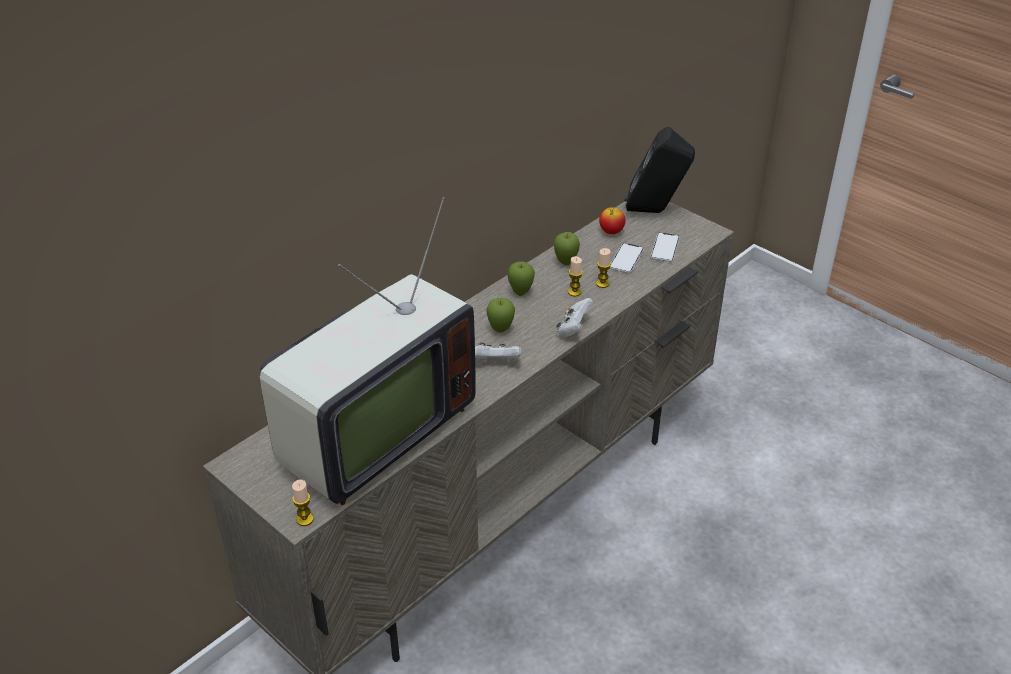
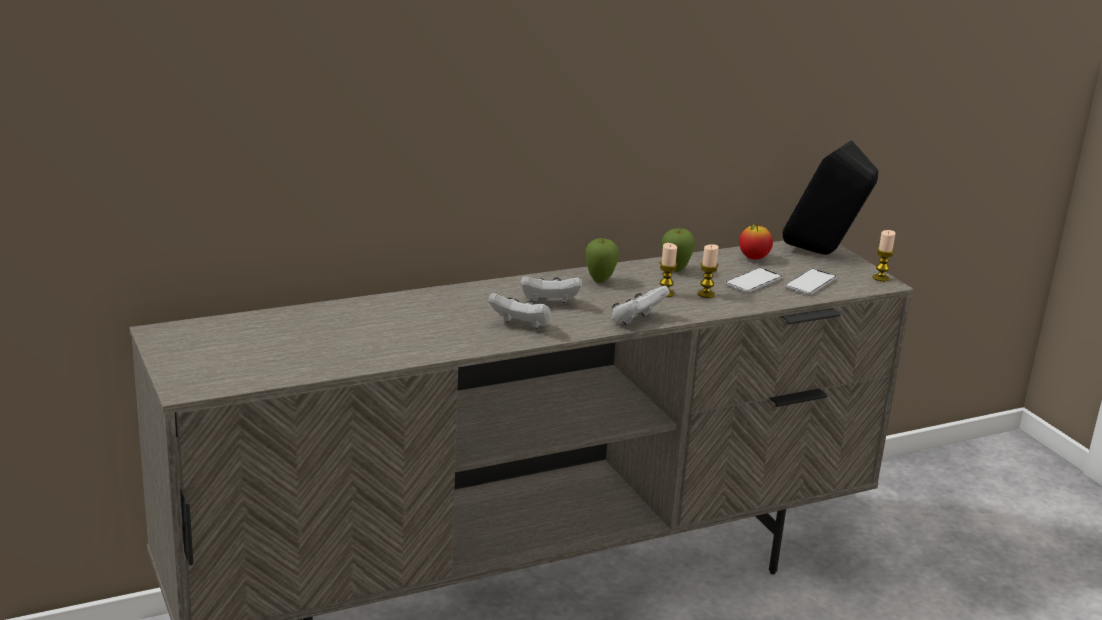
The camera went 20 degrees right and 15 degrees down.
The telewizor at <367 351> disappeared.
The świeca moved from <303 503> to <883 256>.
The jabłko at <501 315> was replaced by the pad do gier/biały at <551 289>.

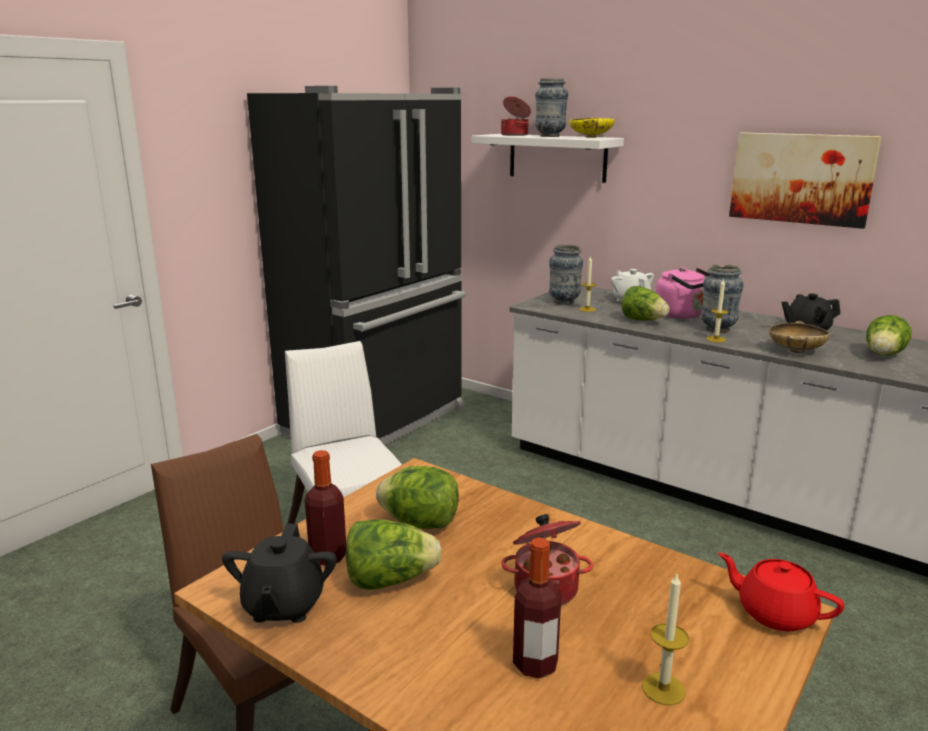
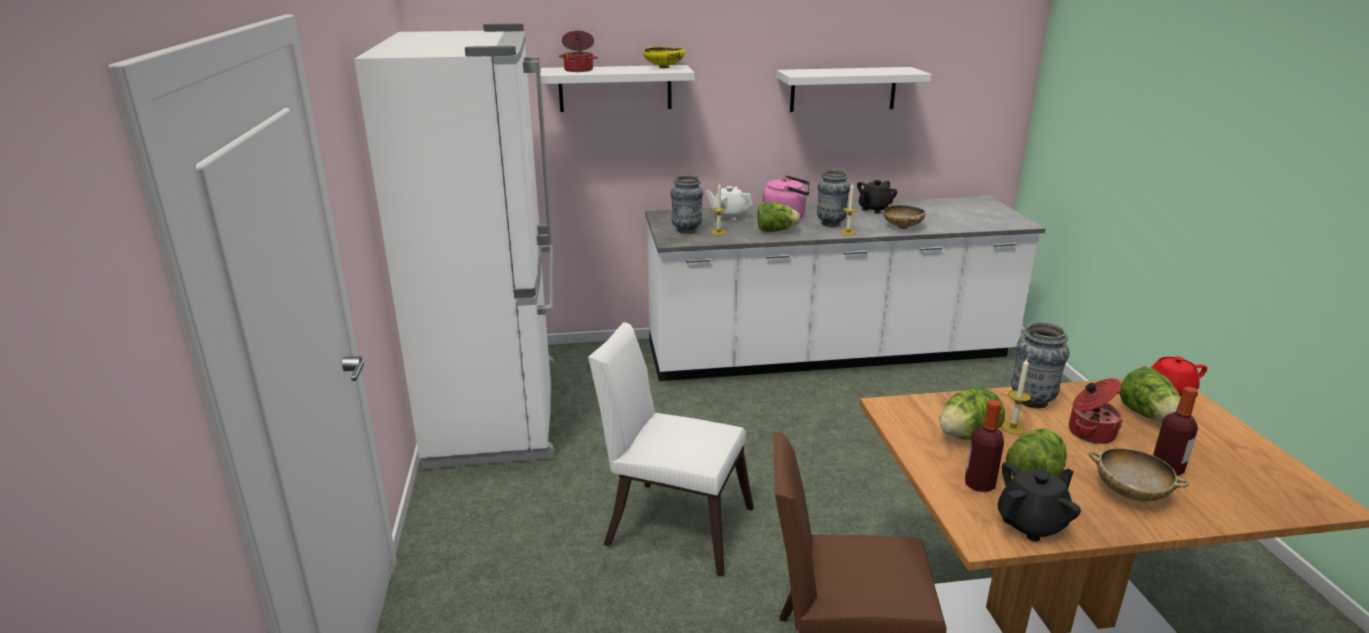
The camera went 45 degrees left and 5 degrees up.
The miska/beżowy at <1139 474> appeared.
The wazon moved from <551 107> to <1040 365>.
The świeca moved from <665 638> to <1016 397>.
The sałata moved from <889 335> to <1150 394>.
The obraz at <805 180> was replaced by the półka/biały at <854 89>.
The lodówka/czarny at <356 265> became the lodówka/biały at <454 246>.
The imbryk/czarny at <279 573> turned 75 degrees counterclockwise.

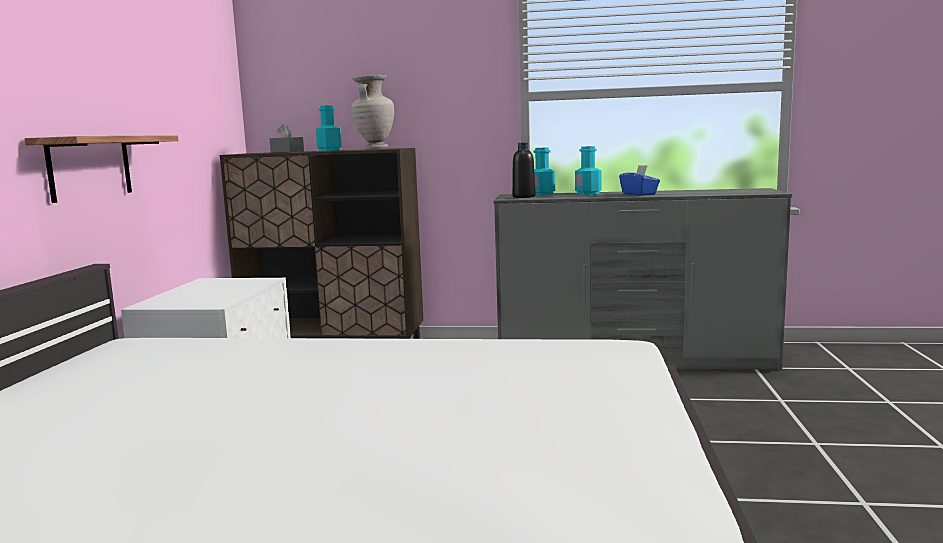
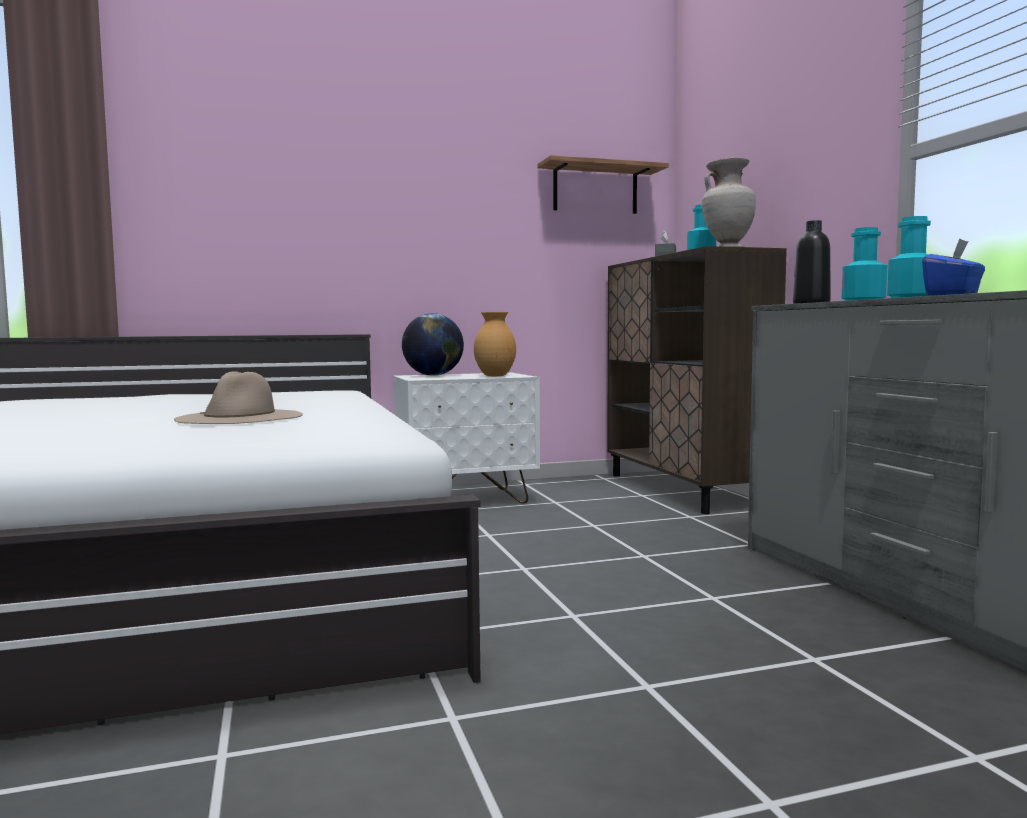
The camera went 65 degrees right and 5 degrees down.
The kapelusz/beżowy at <238 397> appeared.
The globus at <433 344> appeared.
The wazon/brązowy at <495 344> appeared.
The półka moved from <101 169> to <603 184>.

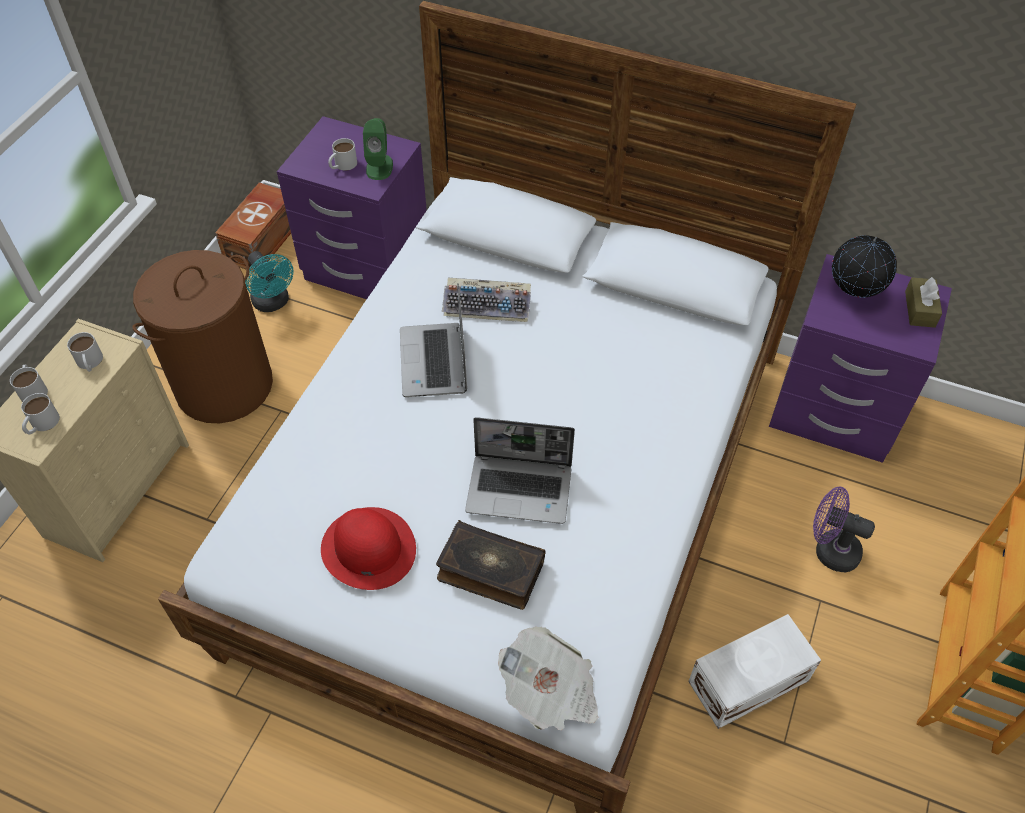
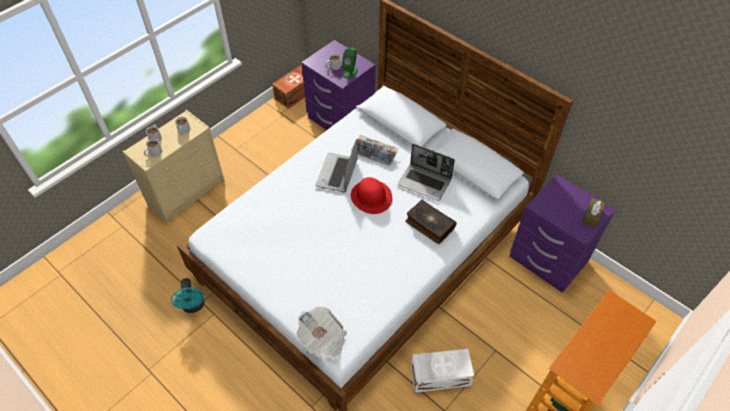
The camera went 20 degrees right and 0 degrees up.
The kosz na pranie/brązowy at <202 336> disappeared.
The wentylator/fioletowy at <844 529> disappeared.
The globus at <864 266> disappeared.
The wentylator/turkusowy moved from <269 281> to <188 295>.
The kapelusz/czerwony moved from <368 548> to <371 195>.
The książka moved from <490 565> to <431 221>.
The laptop moved from <520 470> to <426 172>.

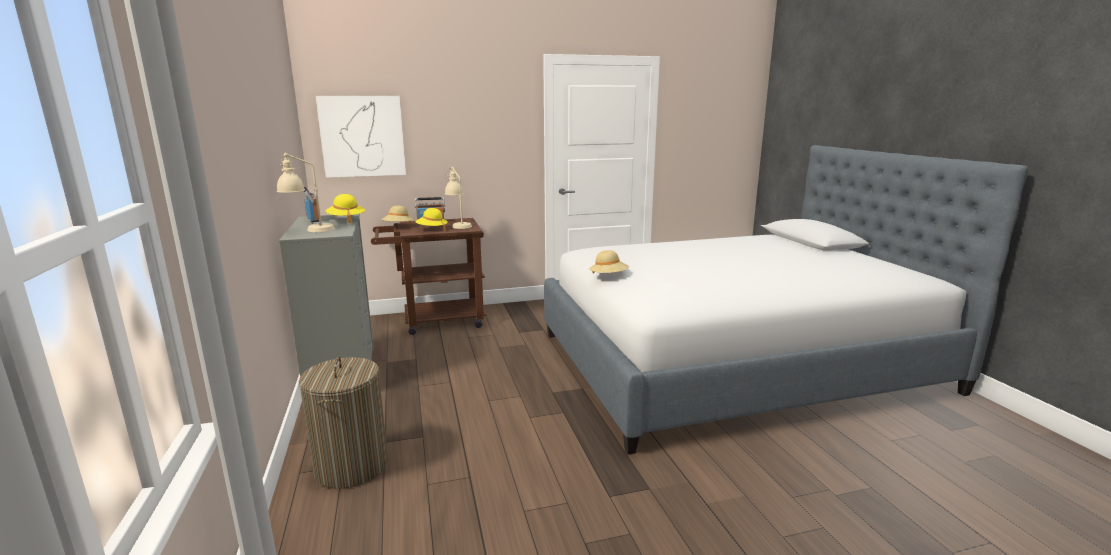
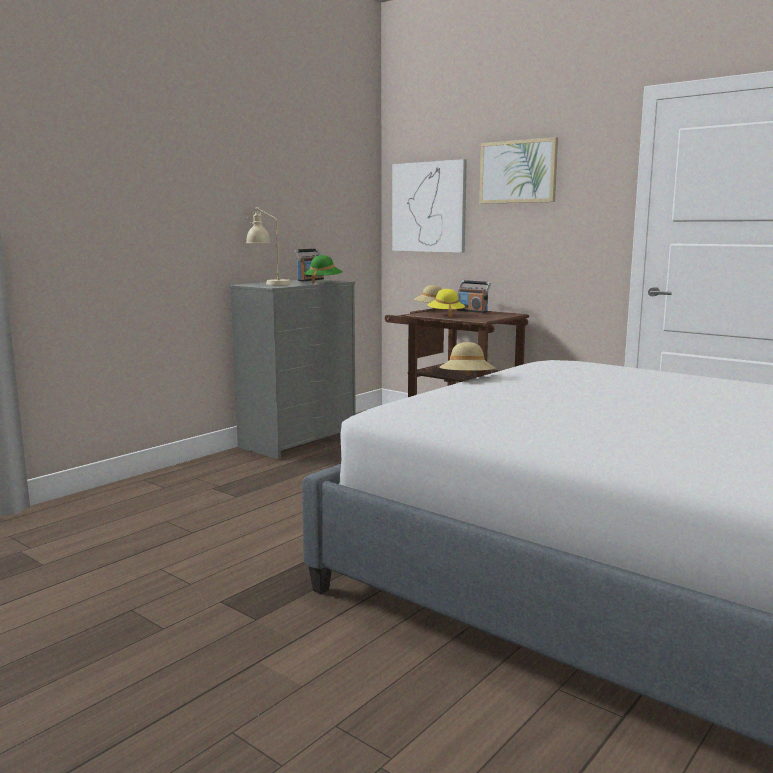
The camera went 55 degrees right and 5 degrees down.
The kosz na pranie at <343 423> disappeared.
The lampa stołowa/beżowy at <458 198> disappeared.
The obraz at <518 170> appeared.
The kapelusz/żółty at <345 208> became the kapelusz/zielony at <323 269>.

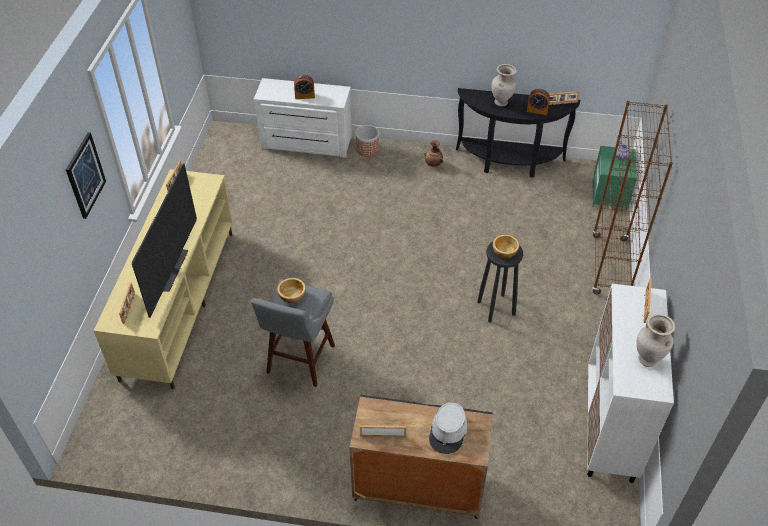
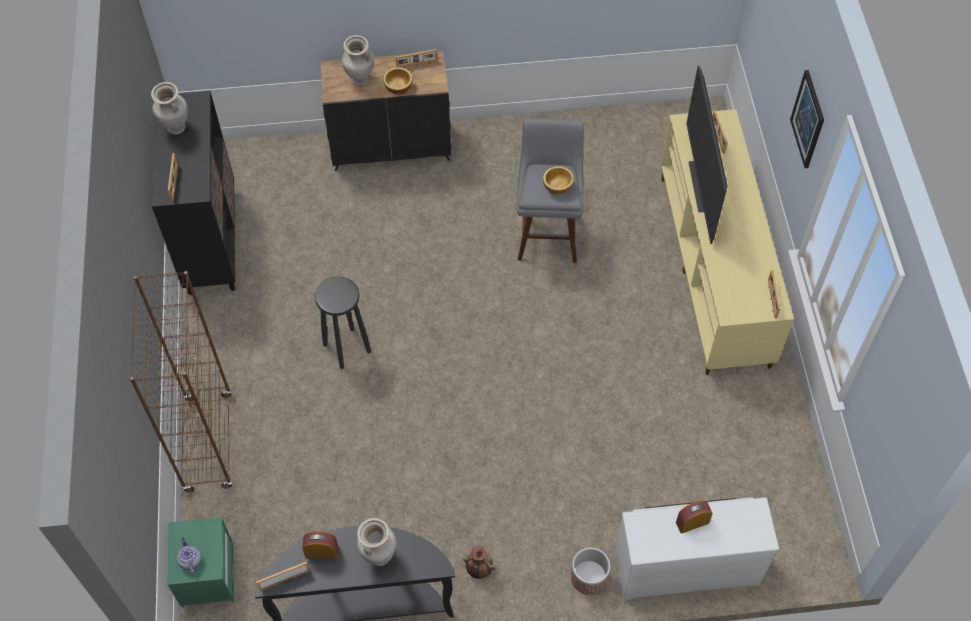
The camera went 165 degrees right and 10 degrees up.
The miska moved from <506 246> to <397 81>.
The kapelusz/szary at <448 428> was replaced by the wazon/beżowy at <358 60>.
The szafka/biały at <630 383> became the szafka/czarny at <193 193>.

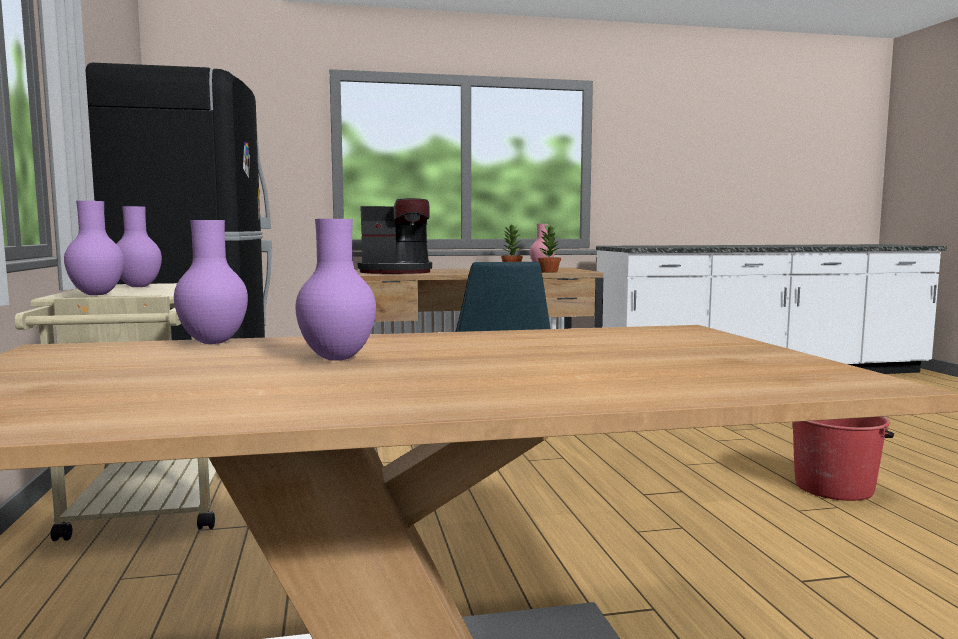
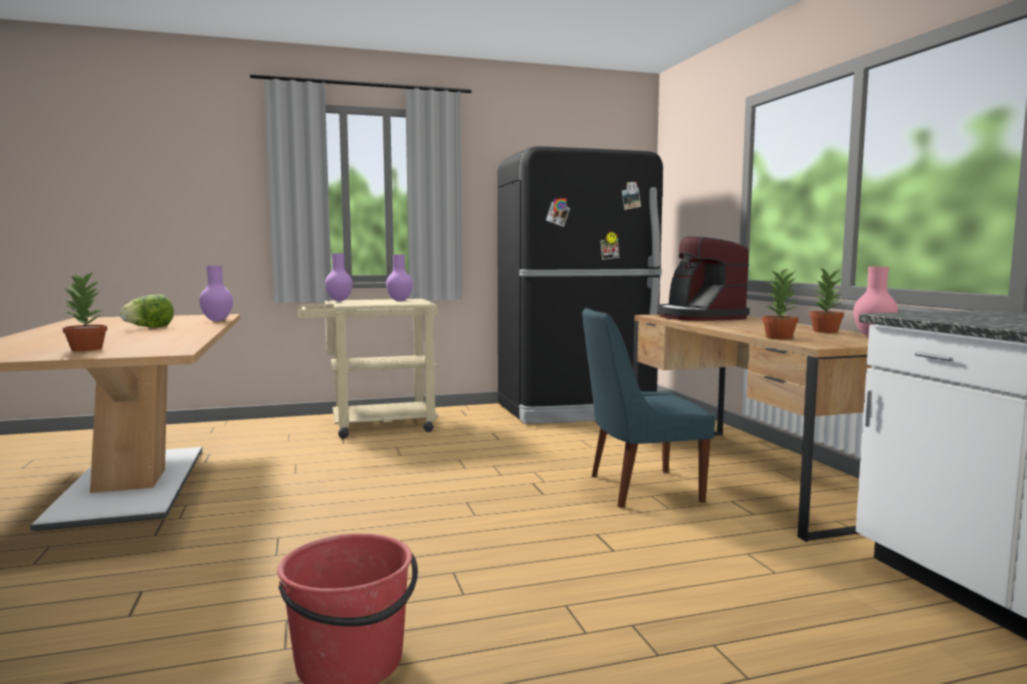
The camera went 85 degrees right and 0 degrees up.
The roślina doniczkowa at <84 311> appeared.
The wazon/fioletowy at <335 290> was replaced by the sałata at <147 310>.

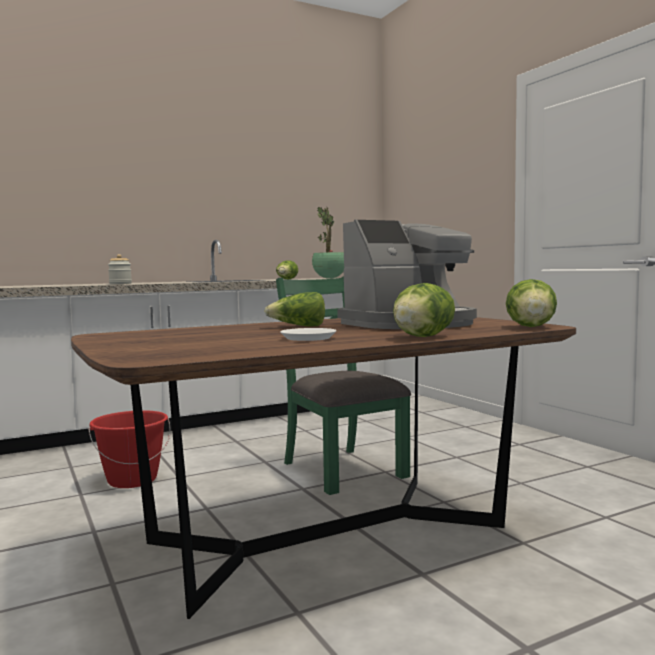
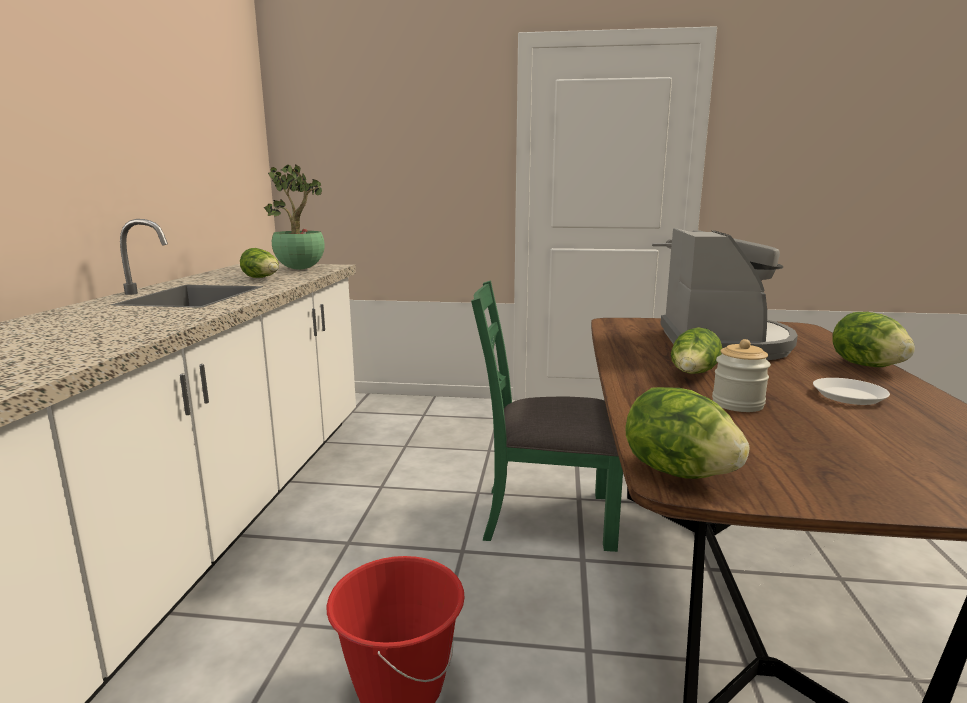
The camera went 55 degrees left and 10 degrees up.
The słoik moved from <120 269> to <741 375>.
The sałata moved from <531 303> to <687 433>.

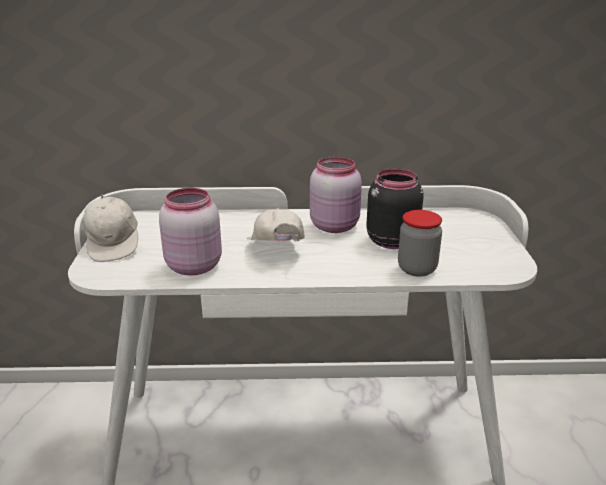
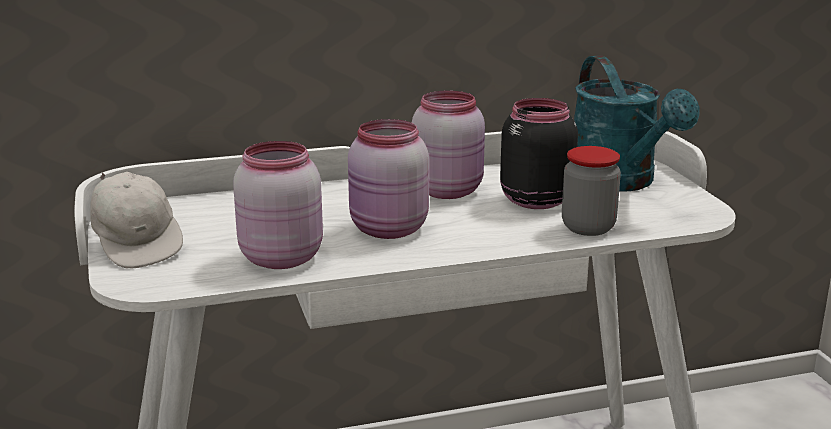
The camera went 15 degrees left and 5 degrees down.
The konewka/turkusowy at <637 123> appeared.
The czapka z daszkiem/biały at <275 225> was replaced by the słoik/różowy at <388 179>.

